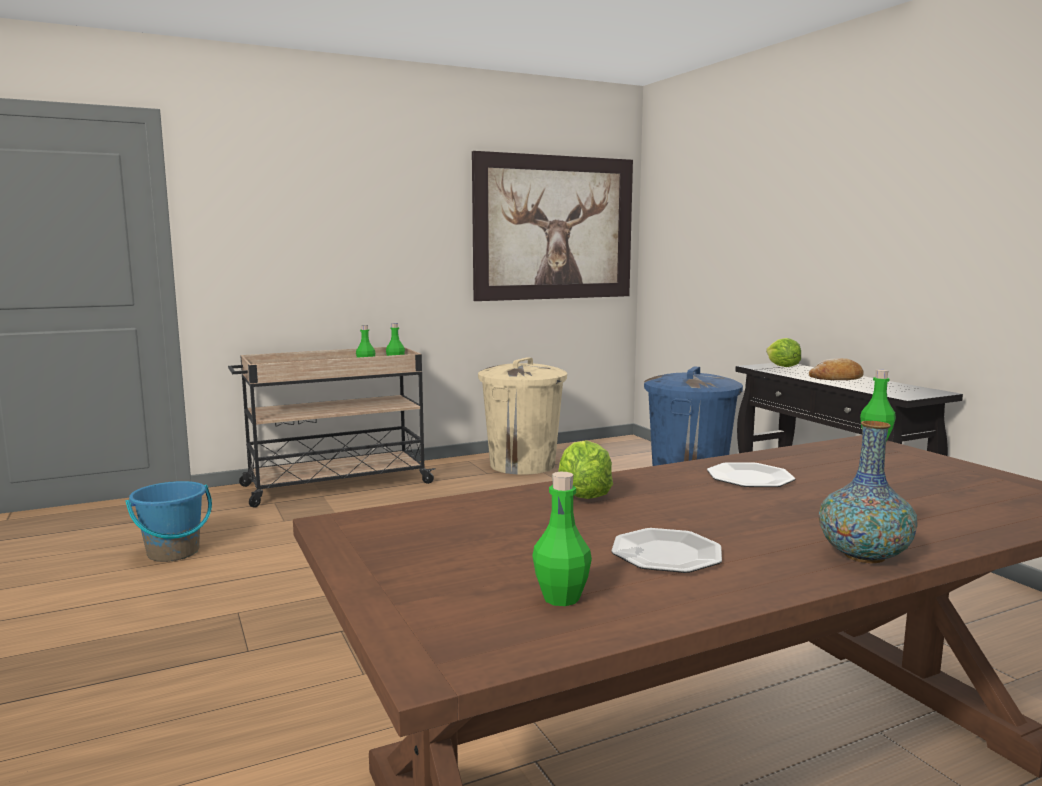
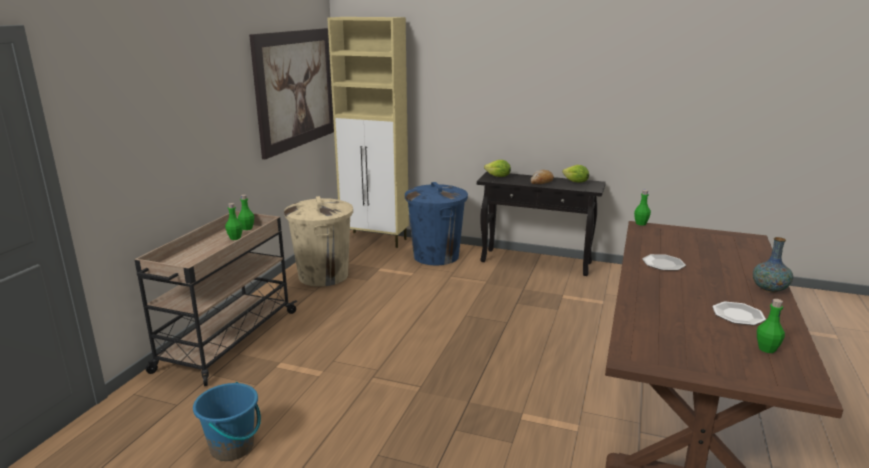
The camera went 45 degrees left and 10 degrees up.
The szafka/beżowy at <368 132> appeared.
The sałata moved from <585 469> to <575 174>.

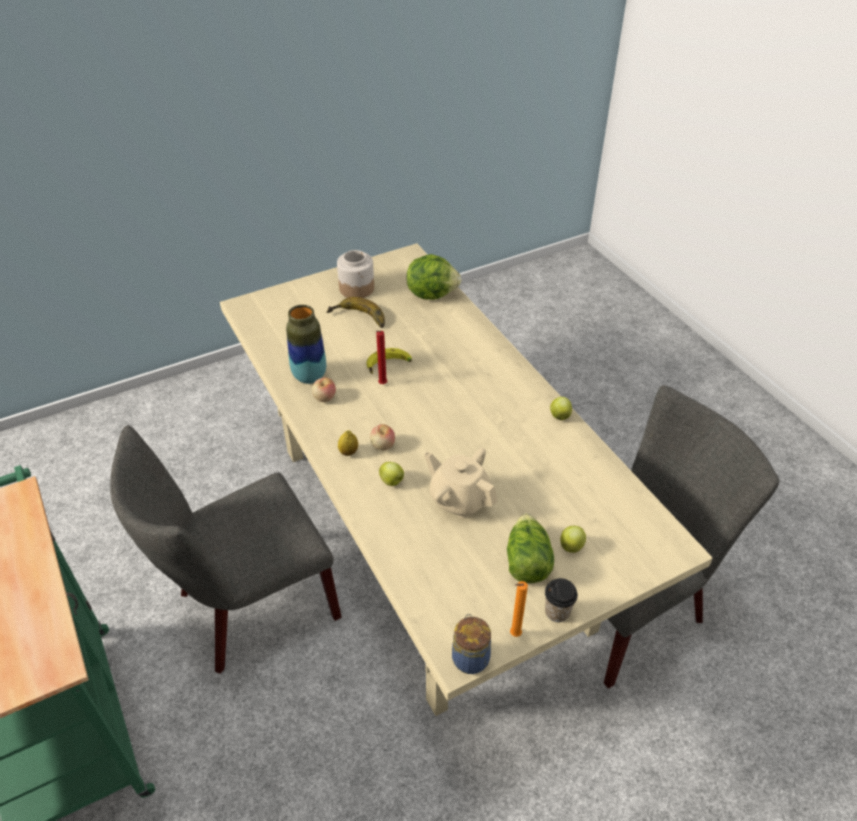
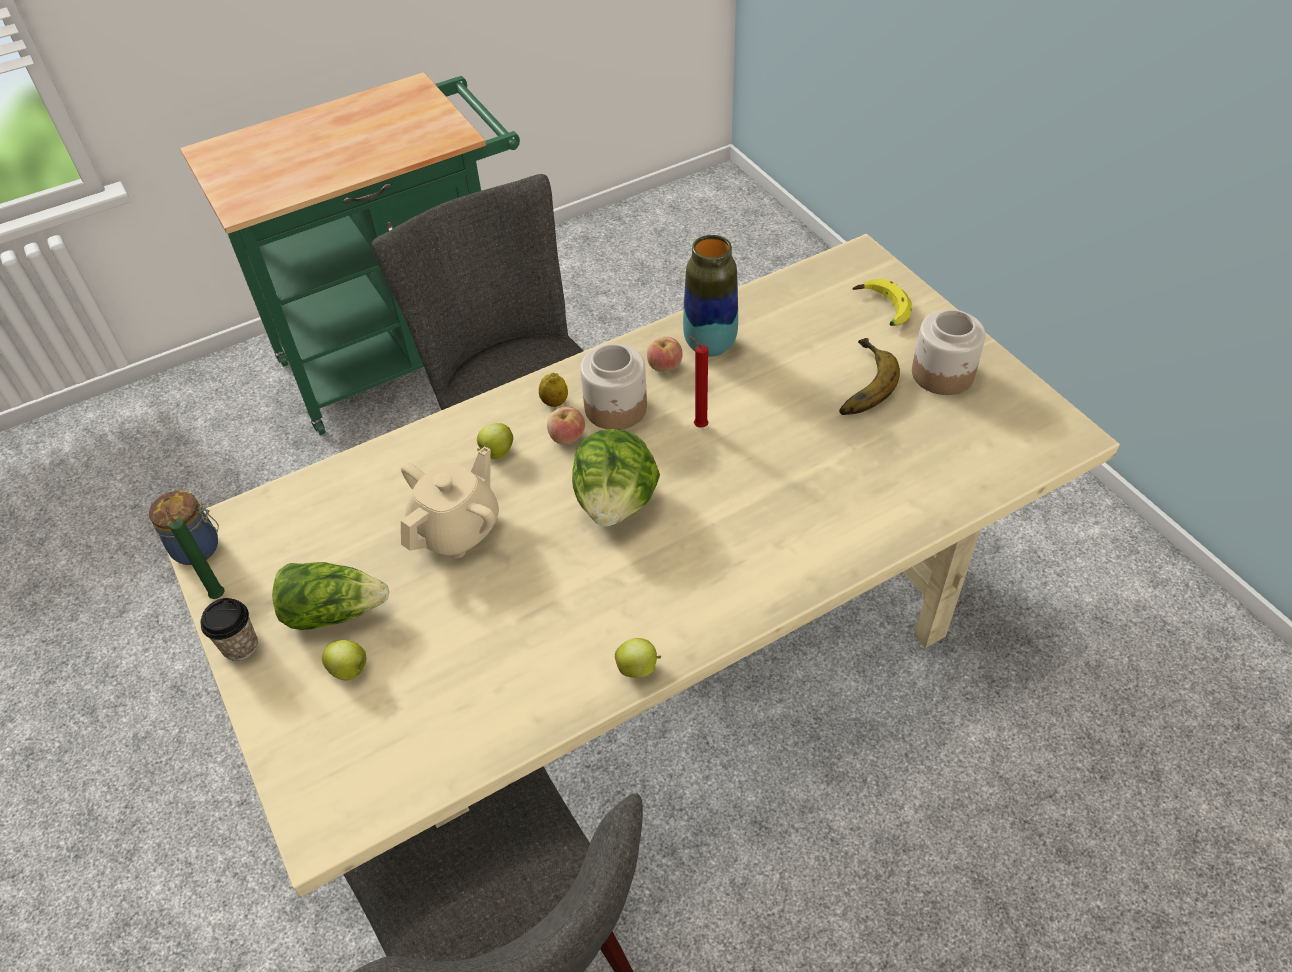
The camera went 90 degrees right and 5 degrees up.
The słoik at <613 387> appeared.
The banan moved from <389 361> to <882 302>.
The sałata moved from <434 277> to <616 478>.
The świeca/pomarańczowy at <519 609> became the świeca/zielony at <195 552>.

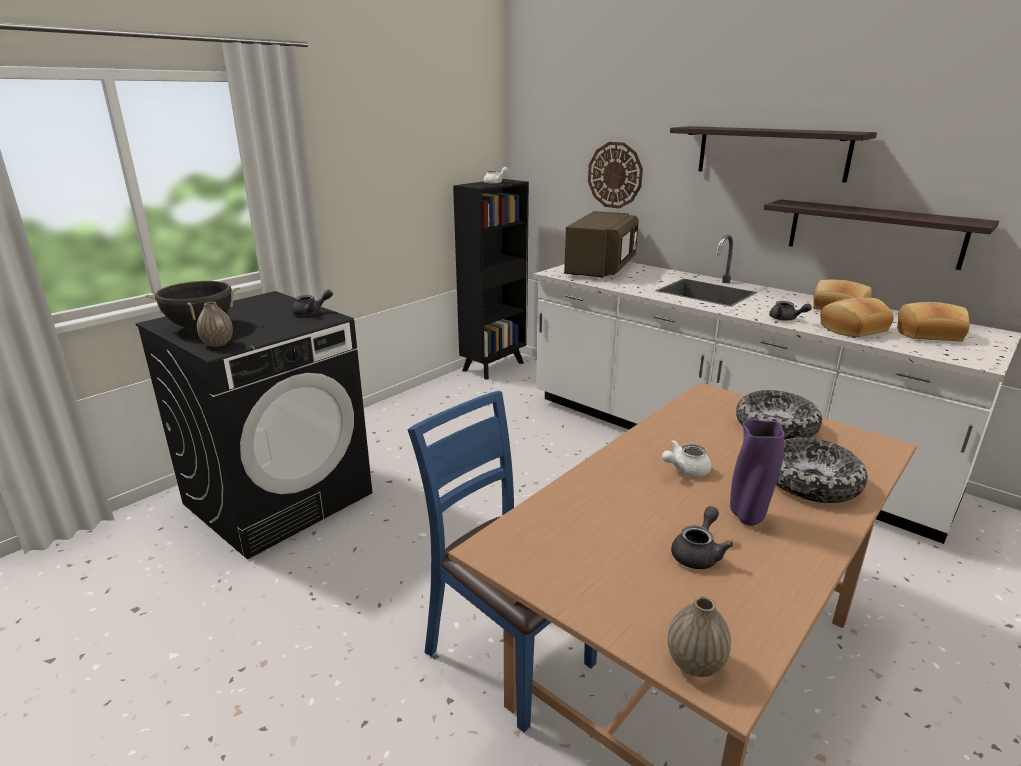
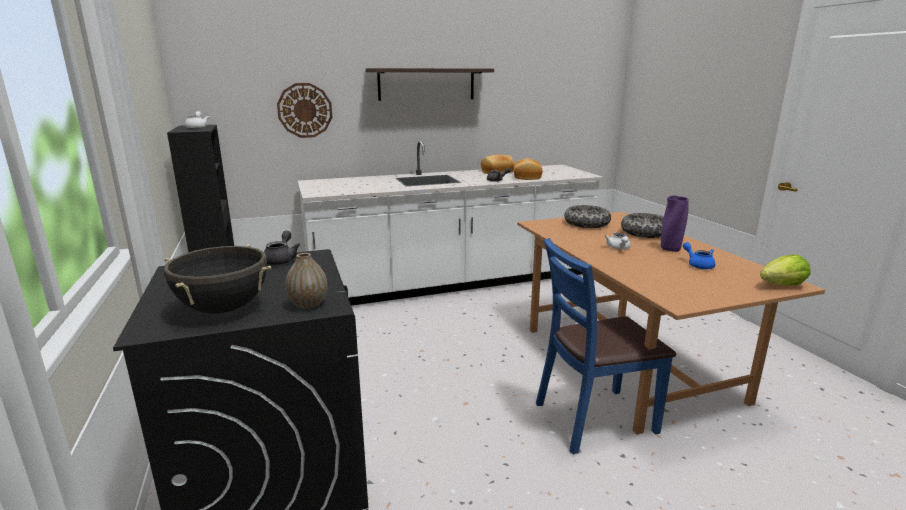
The camera went 60 degrees left and 5 degrees down.
The mikrofalówka/brązowy at <601 244> disappeared.
The półka at <881 235> disappeared.
The chleb at <933 322> disappeared.
The wazon at <699 636> was replaced by the sałata at <785 270>.
The imbryk/szary at <702 537> became the imbryk/niebieski at <699 255>.

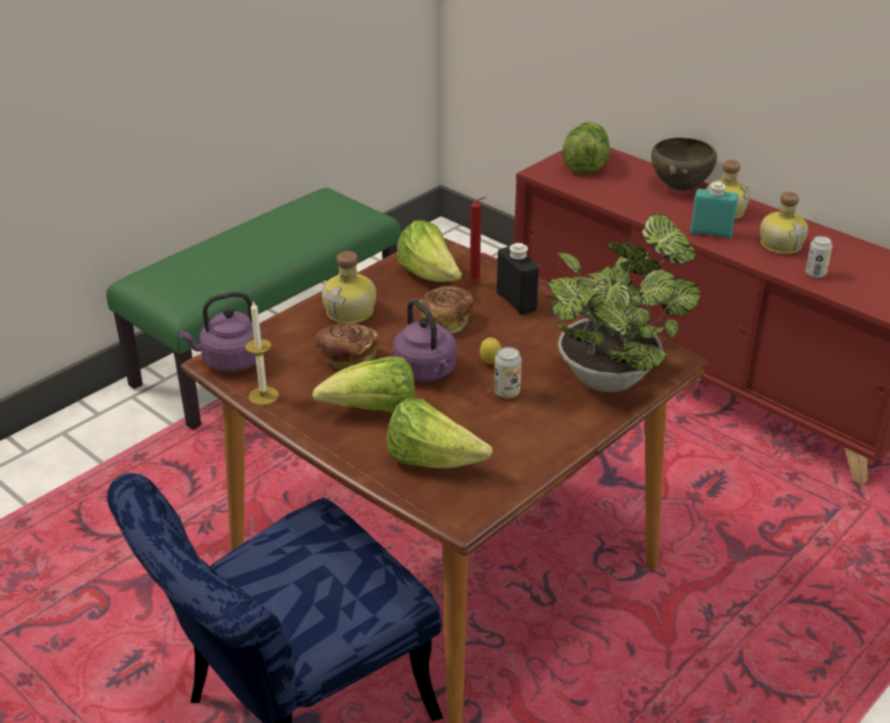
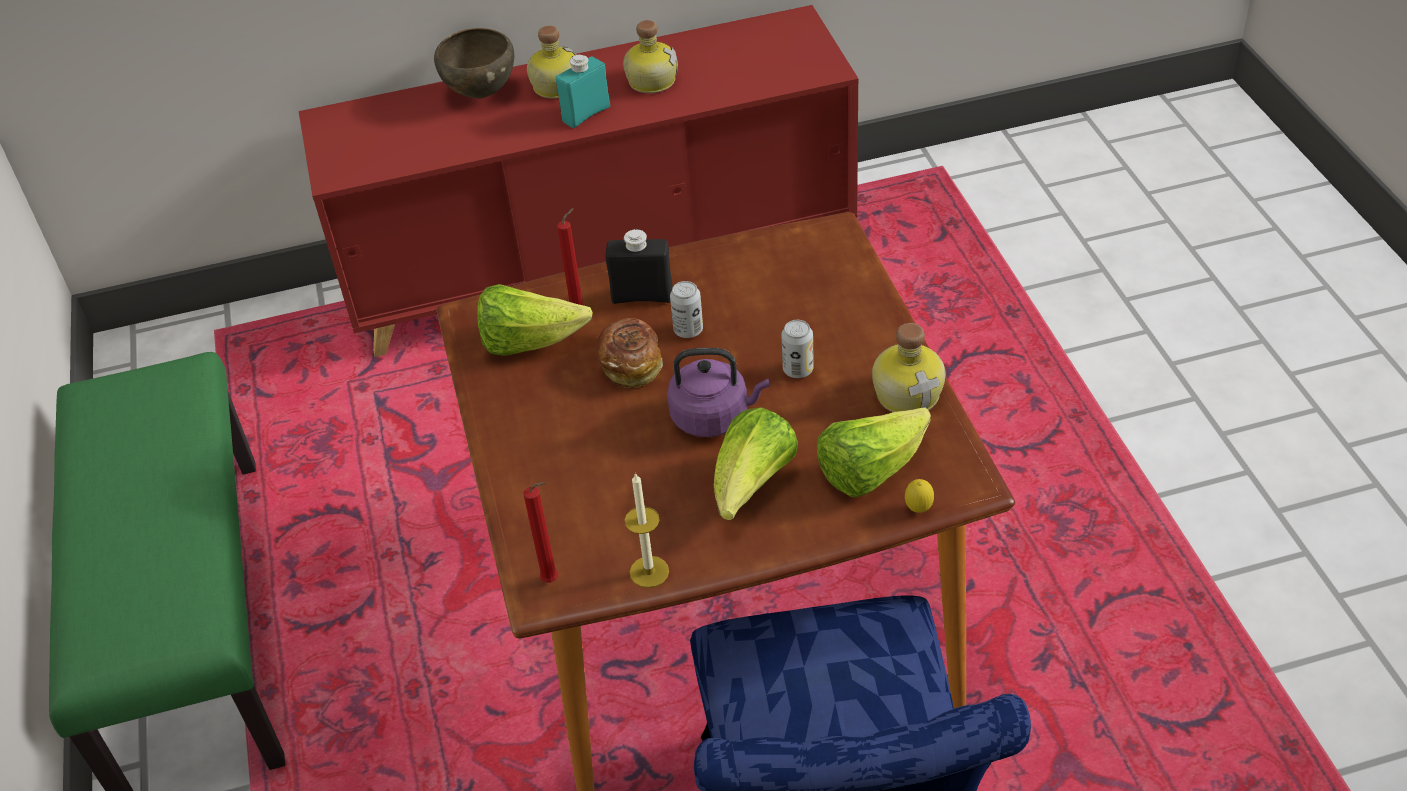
The camera went 55 degrees left and 10 degrees up.
The chleb at <346 347> disappeared.
The roślina doniczkowa at <623 303> disappeared.
The sałata at <586 148> disappeared.
The butelka moved from <349 287> to <908 367>.
The cytryna moved from <490 351> to <919 496>.
The puszka moved from <819 257> to <686 309>.
The czajnik/fioletowy at <221 331> was replaced by the świeca/czerwony at <540 532>.

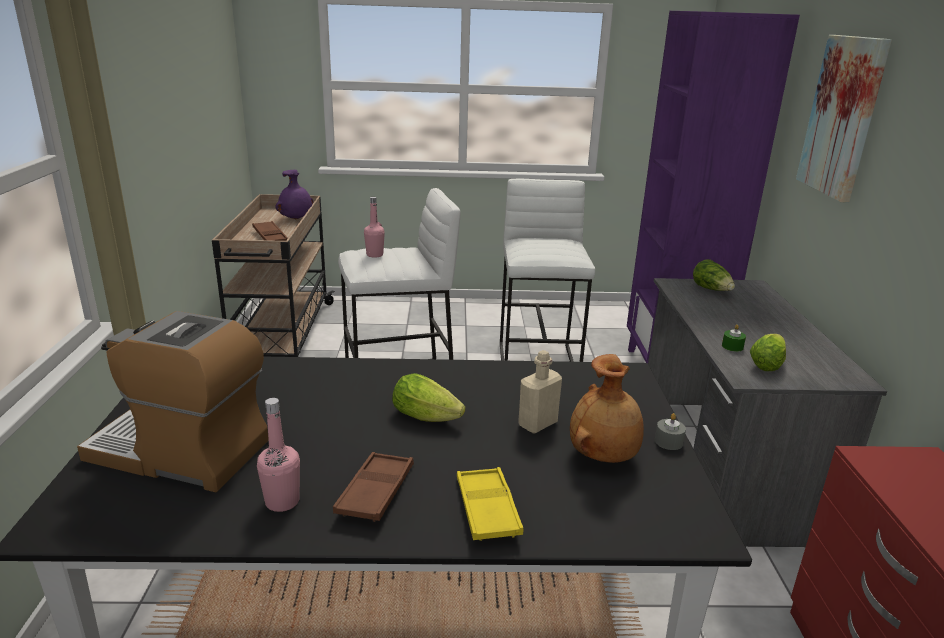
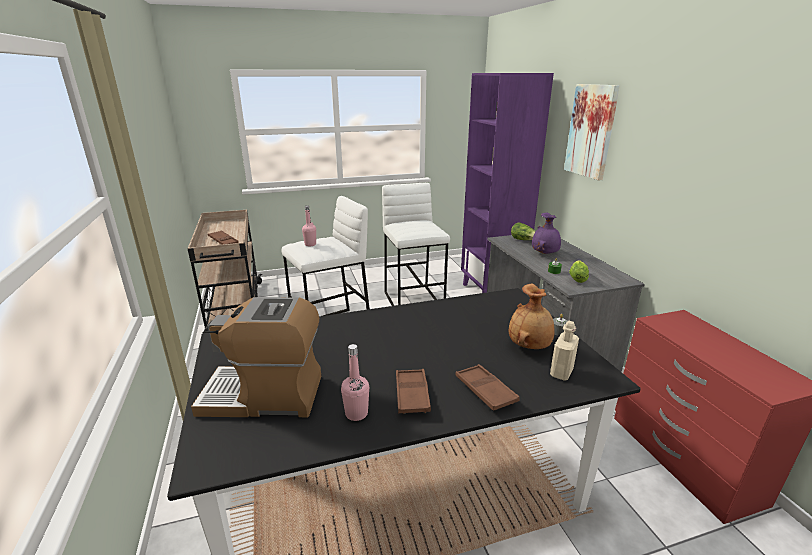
The camera went 15 degrees left and 0 degrees up.
The sałata at <429 397> disappeared.
The wazon/fioletowy moved from <294 194> to <546 233>.
The butelka/beżowy moved from <540 392> to <564 351>.
The taca/żółty at <490 504> became the taca/brązowy at <487 387>.

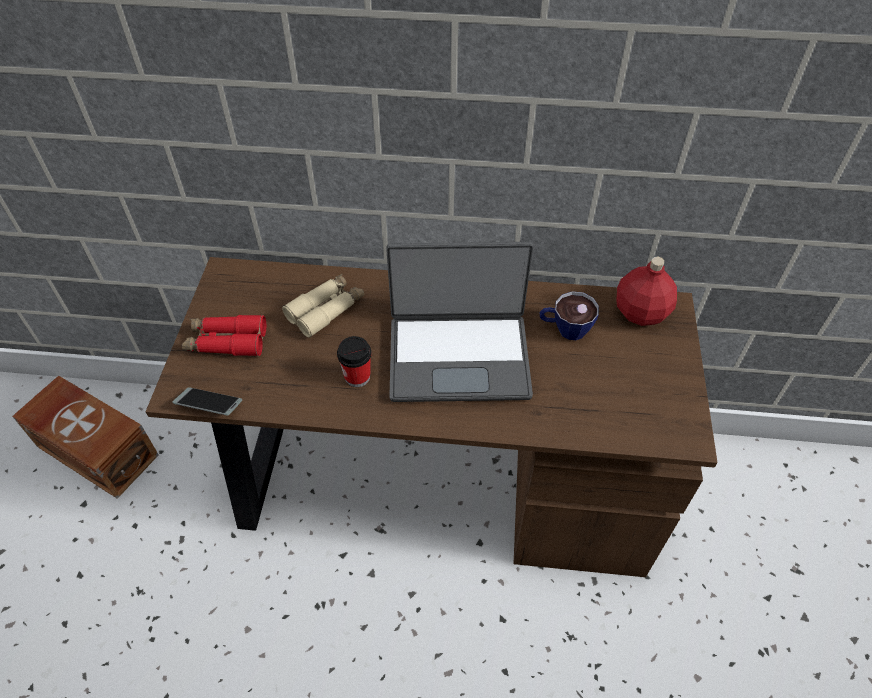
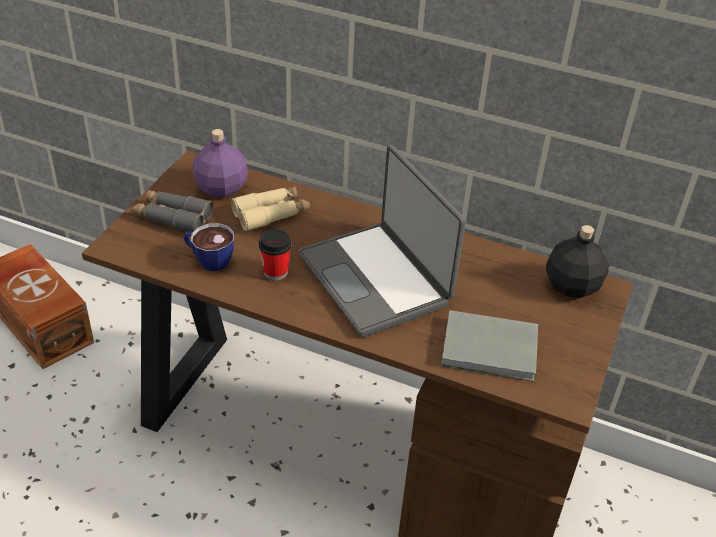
The camera went 15 degrees right and 10 degrees down.
The telefon at <207 401> disappeared.
The butelka/fioletowy at <220 163> appeared.
The książka/szary at <489 346> appeared.
The filiżanka moved from <569 315> to <208 247>.
The lornetka/czerwony at <224 335> became the lornetka/szary at <172 211>.
The butelka/czerwony at <646 291> became the butelka/czarny at <577 261>.
The laptop at <459 322> turned 45 degrees clockwise.

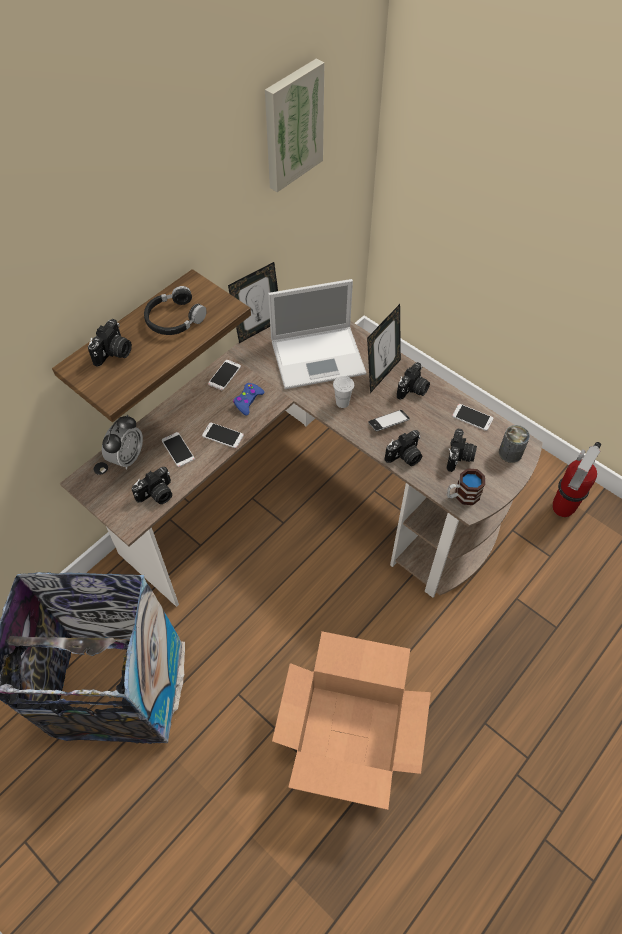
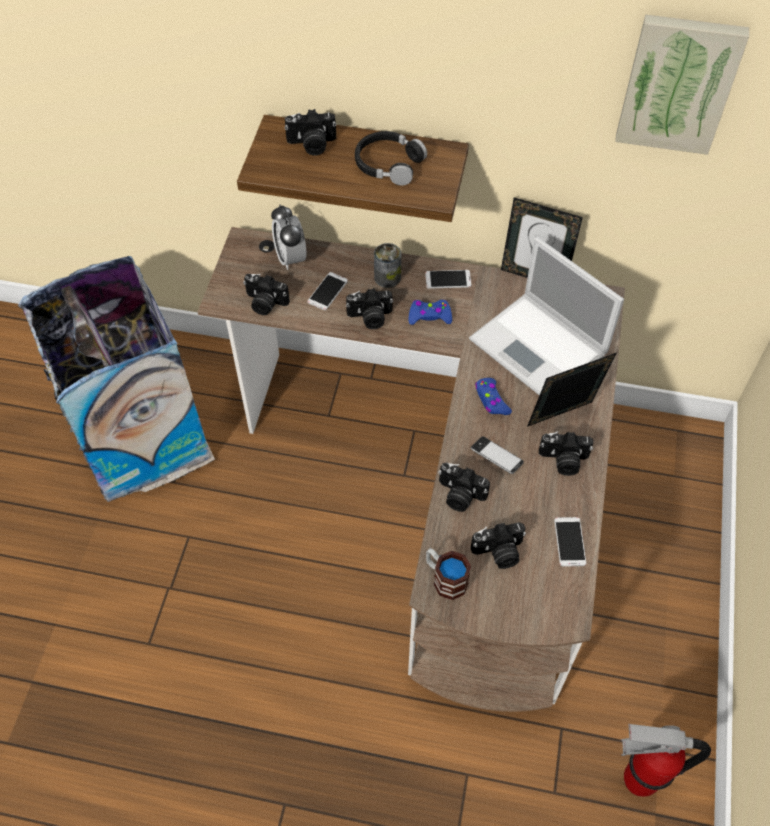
The camera went 60 degrees right and 0 degrees up.
The karton at <351 720> disappeared.
The puszka moved from <514 444> to <387 265>.
The telefon at <223 435> was replaced by the aparat fotograficzny at <369 308>.
The filiżanka/biały at <343 392> was replaced by the pad do gier/niebieski at <493 396>.
The budzik at <122 442> turned 75 degrees clockwise.
The ramka na zdjęcie at <384 348> turned 150 degrees clockwise.

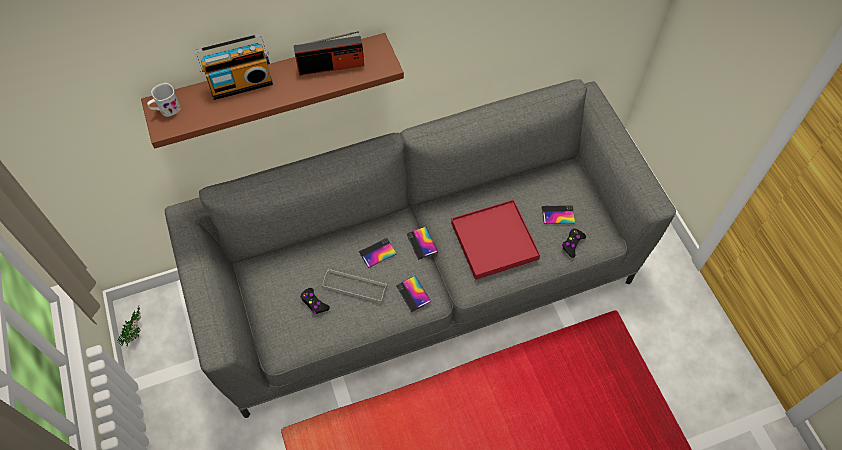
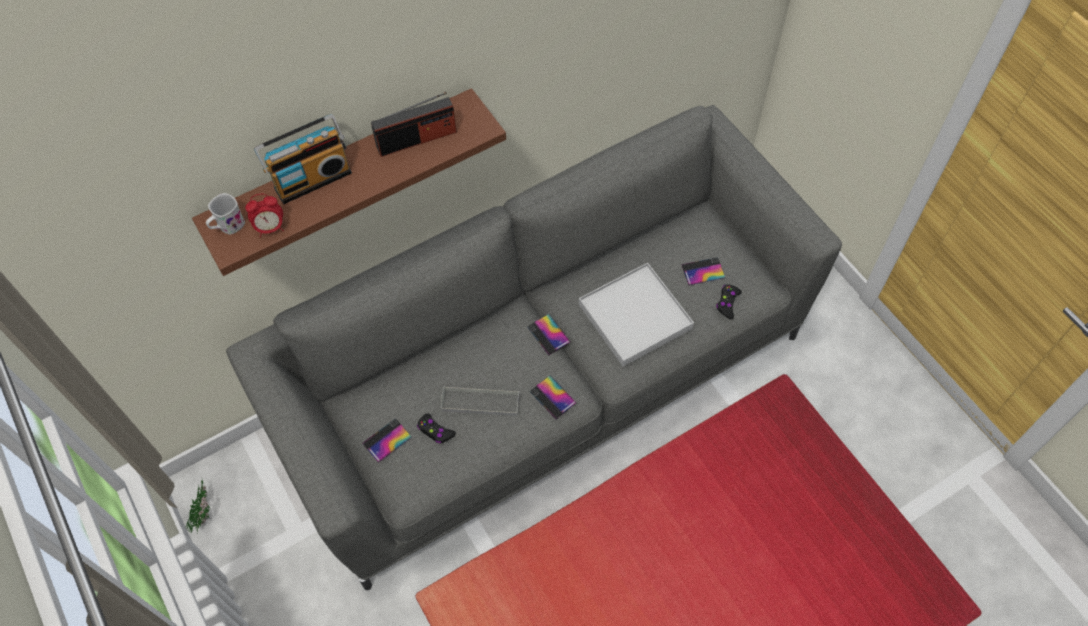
The camera went 10 degrees left and 0 degrees up.
The budzik at <264 215> appeared.
The telefon moved from <378 253> to <387 440>.
The taca/czerwony at <495 239> became the taca/biały at <636 315>.

